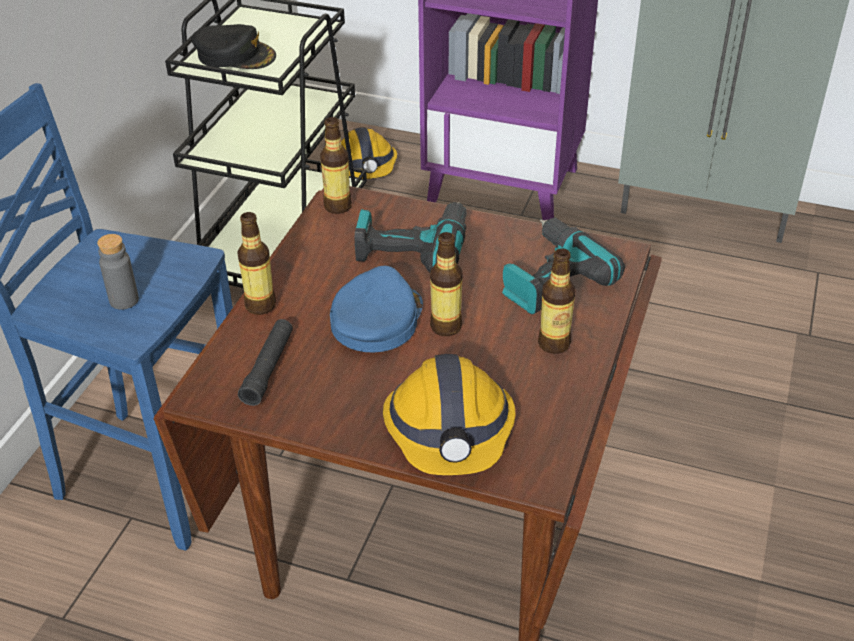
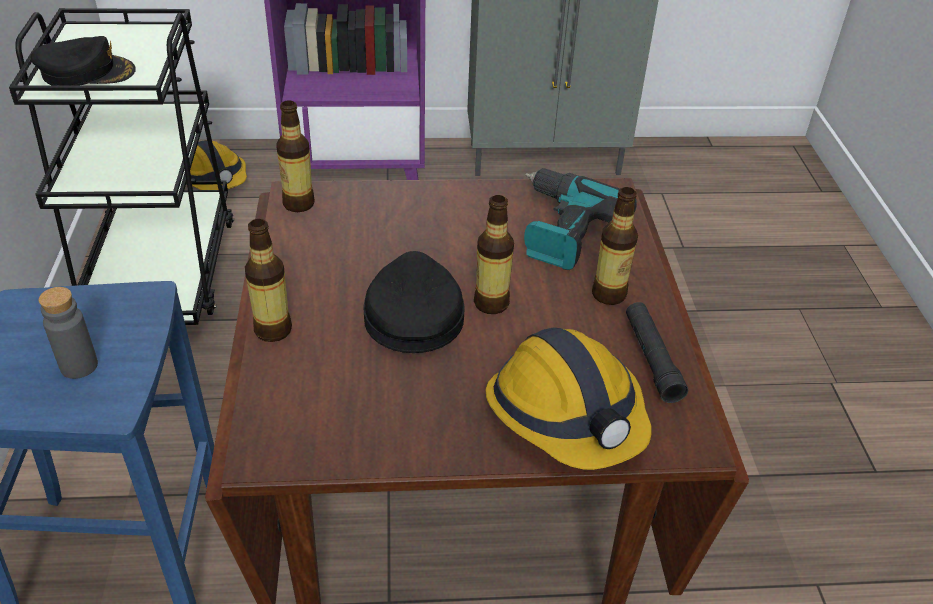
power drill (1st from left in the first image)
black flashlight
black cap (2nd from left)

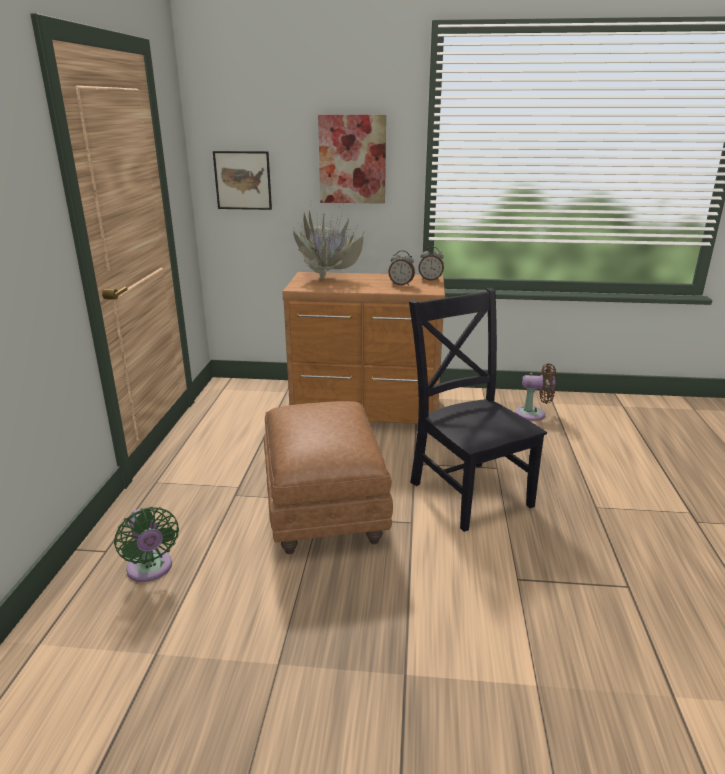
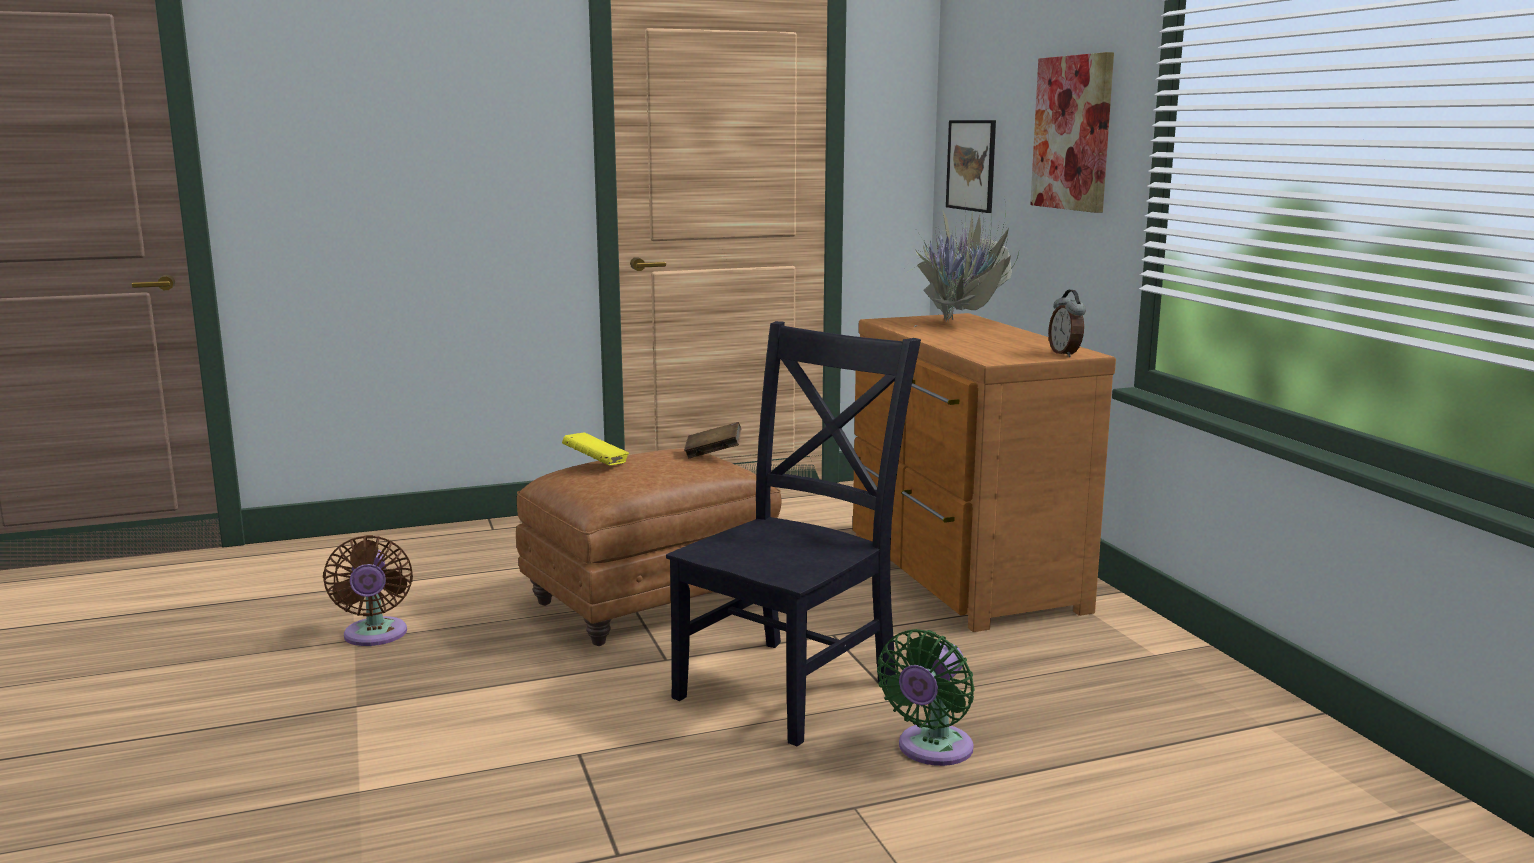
alarm clock (1st from left in the first image)
yellow book
brown book
green fan
brown fan

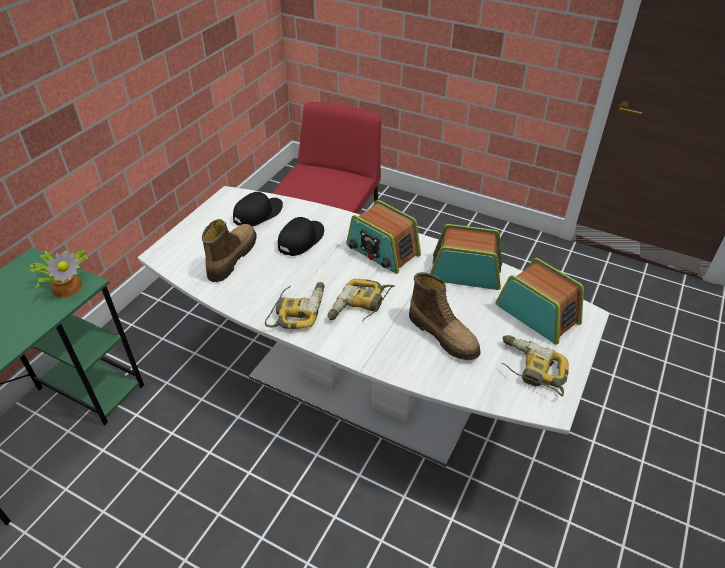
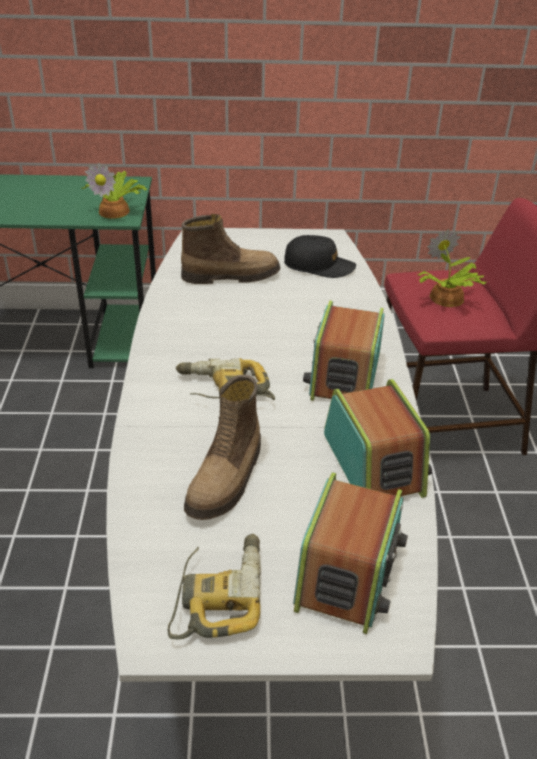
power drill (1st from left in the first image)
black cap (2nd from left in the first image)
potted plant (2nd from left)

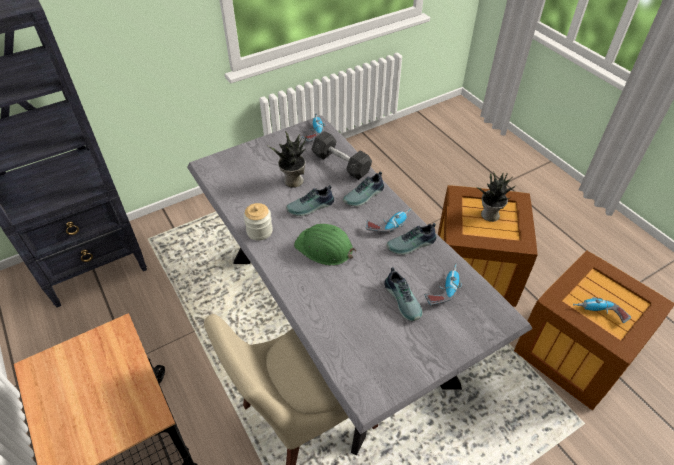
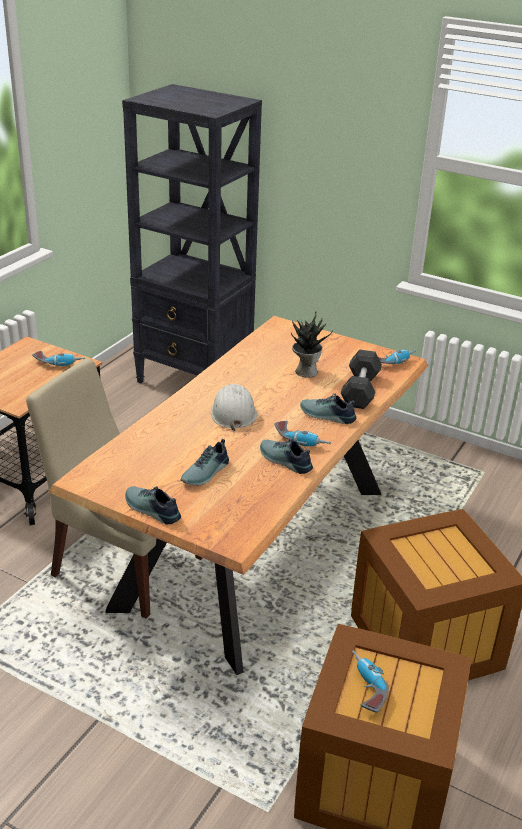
jar
potted plant (2nd from left in the first image)
shoe (1st from left)
power drill (1st from left)
brown dining table
white hard hat

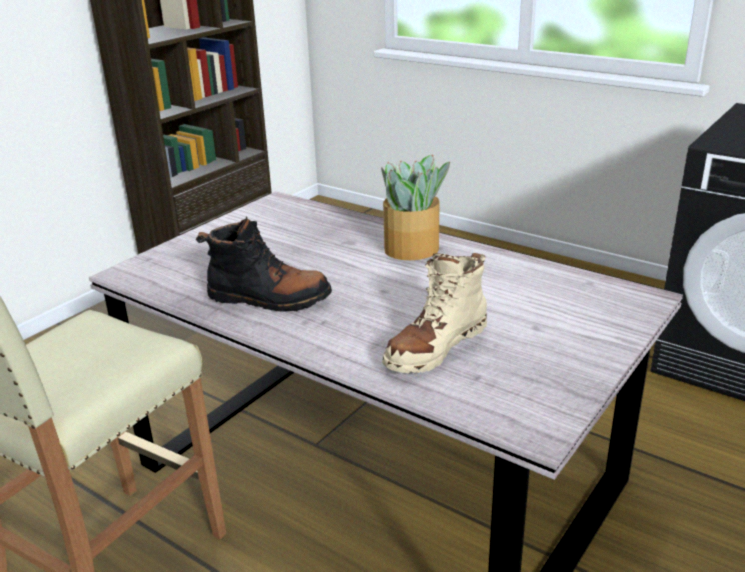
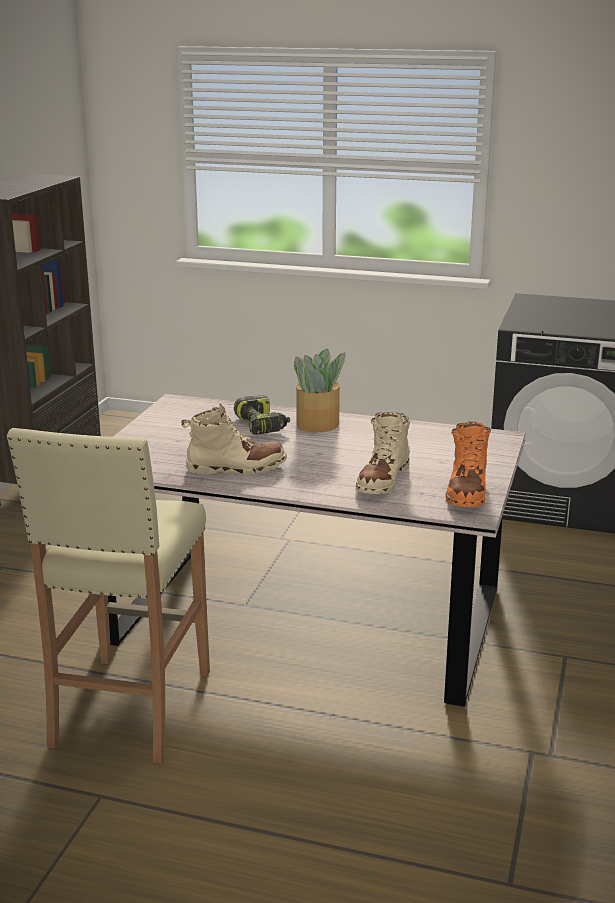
power drill
orange boot
beige boot (1st from left)

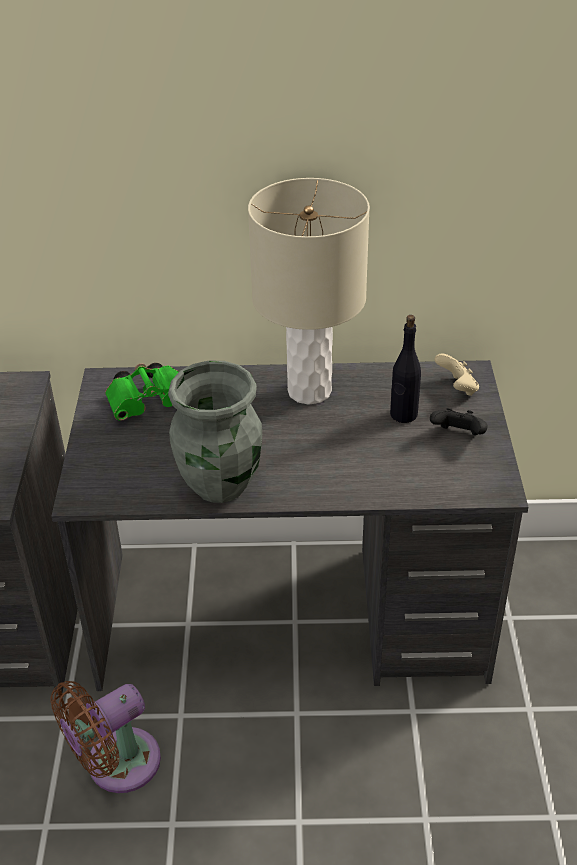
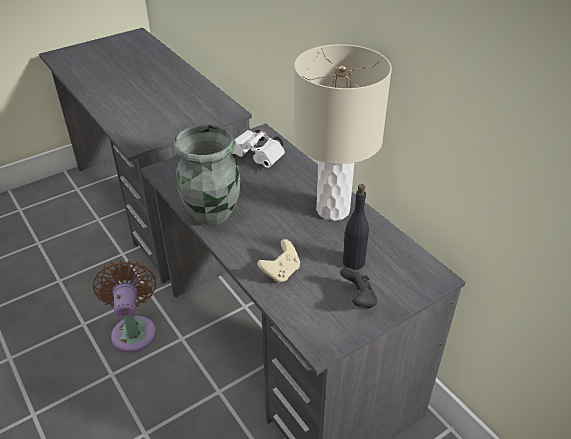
beige game controller
white binoculars
brown fan

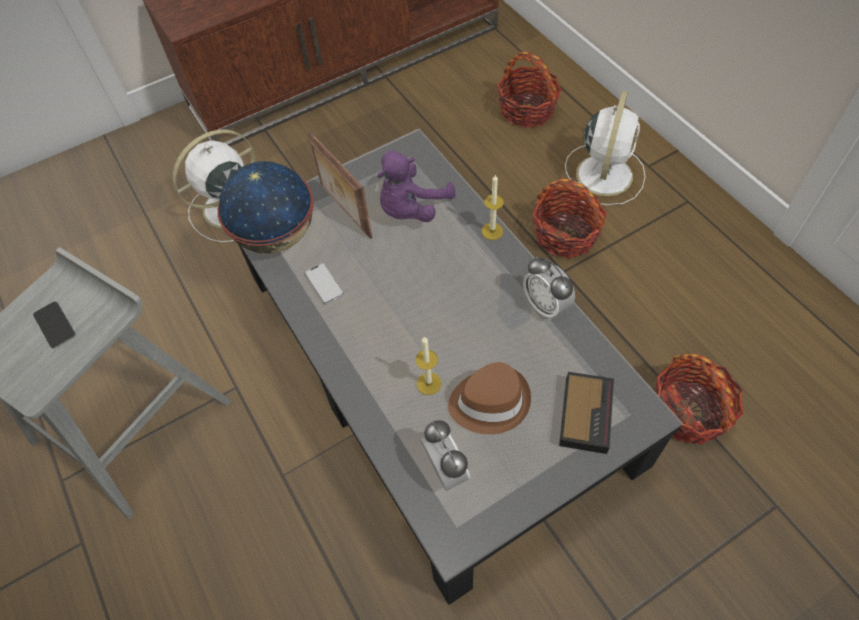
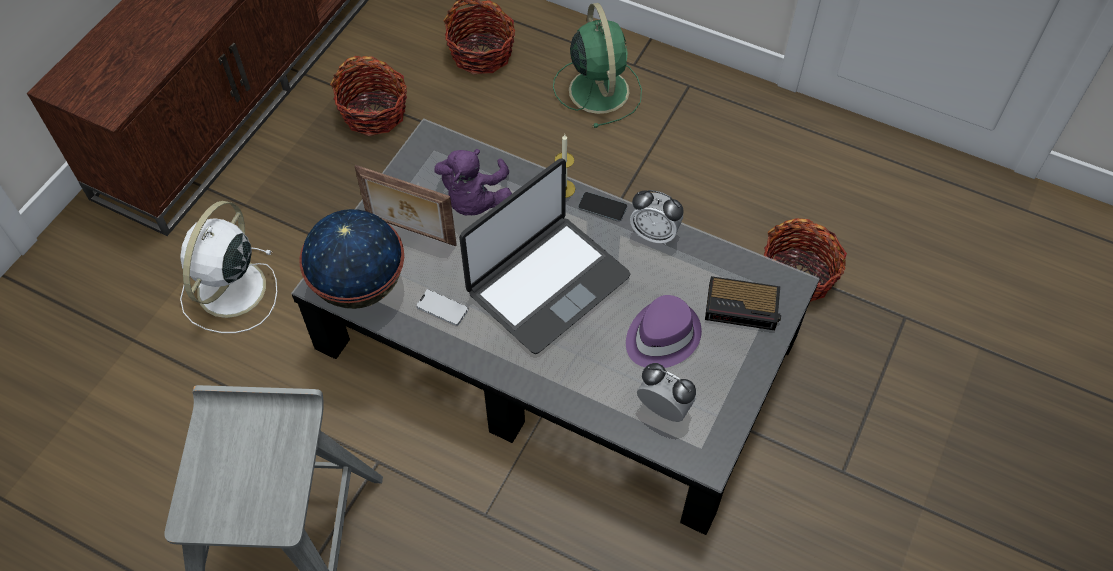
candle (1st from left in the first image)
laptop
phone (2nd from left)
basket (1st from left)
purple hat
green fan
alarm clock (3rd from left)

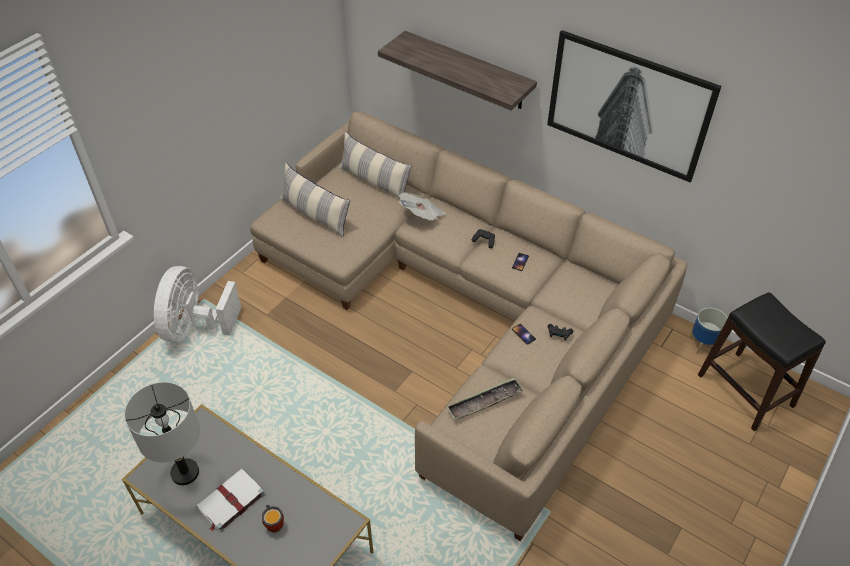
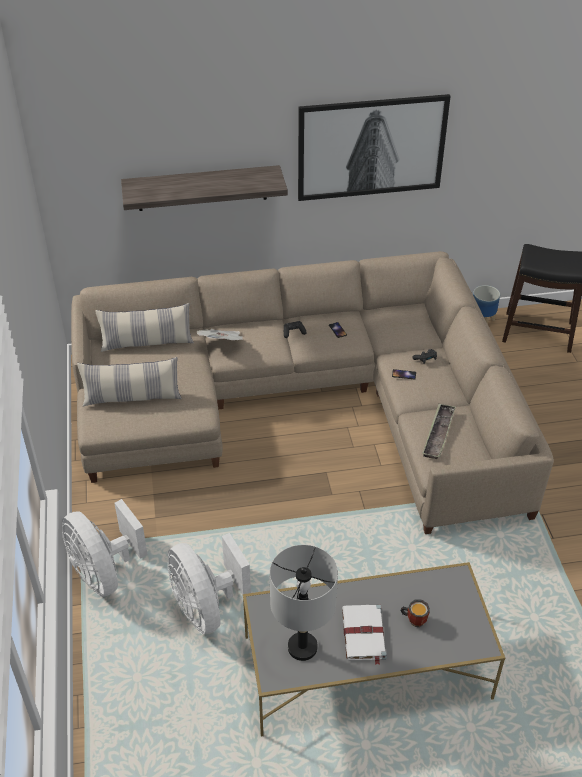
white fan (2nd from left)

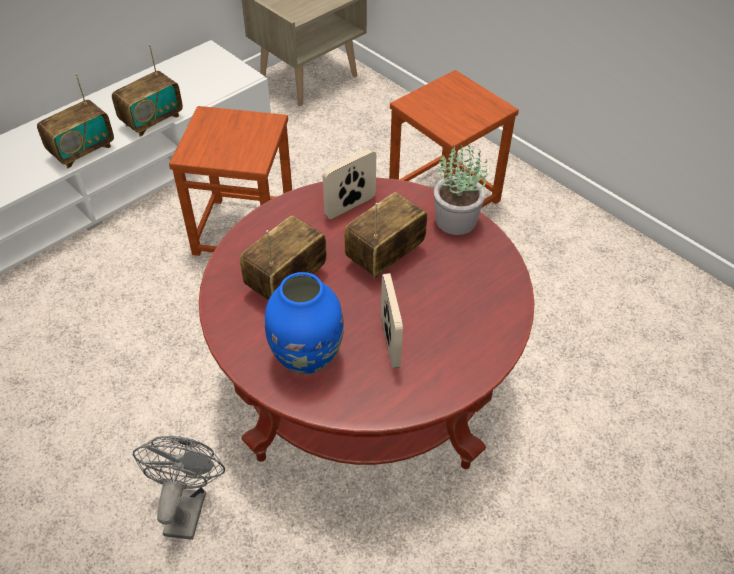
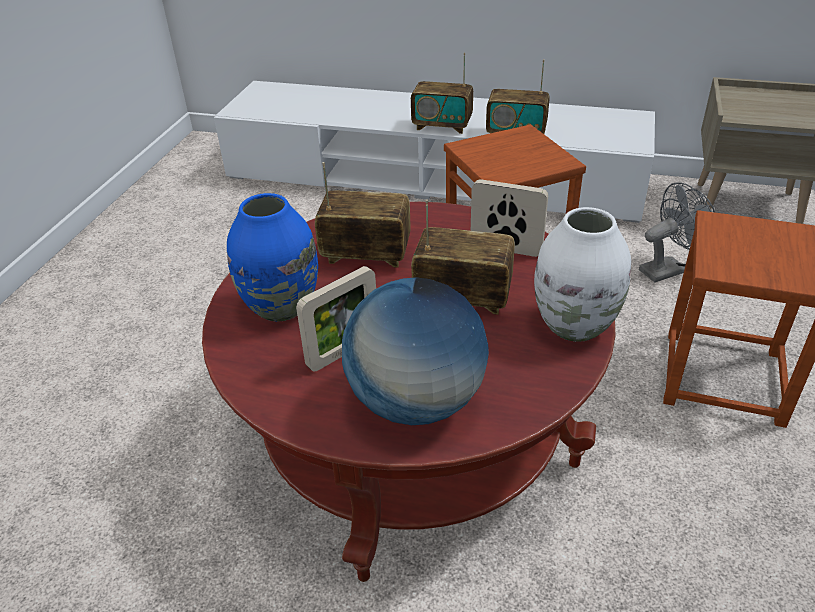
globe
grey fan
white vase

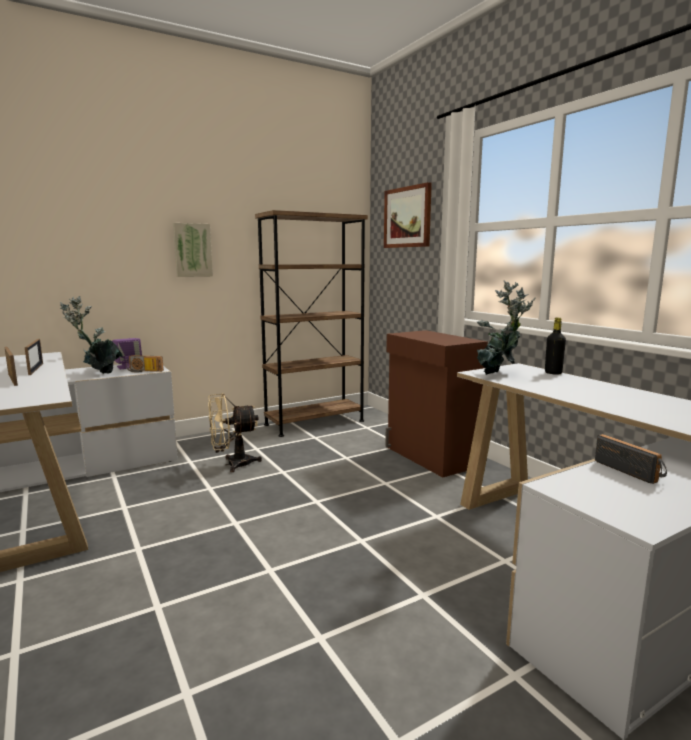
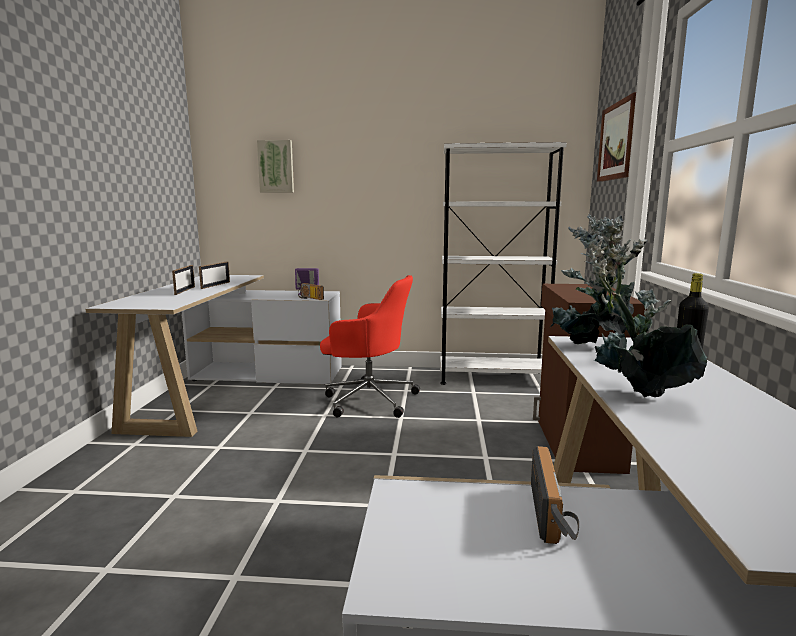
potted plant (2nd from left)
picture (1st from left)
red office chair
white bookcase

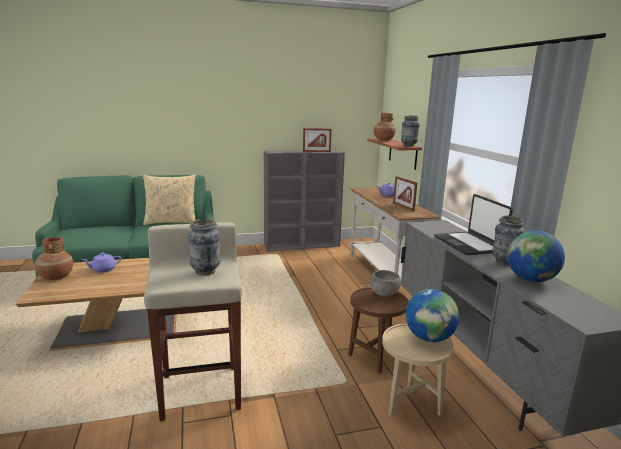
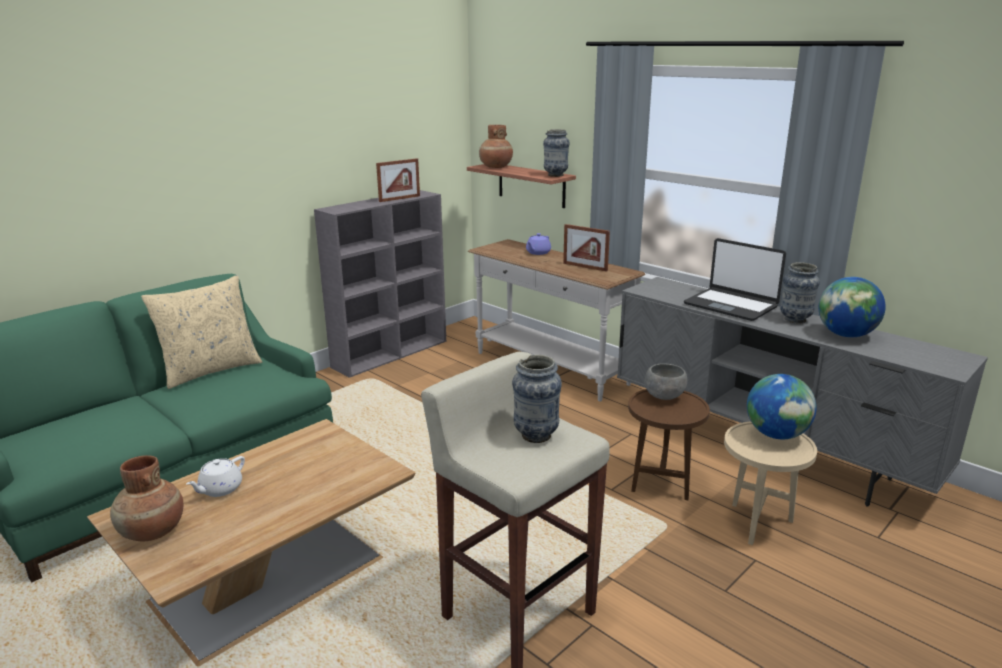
white teapot

